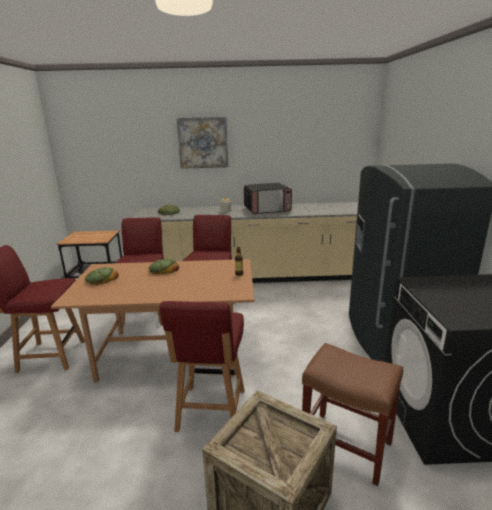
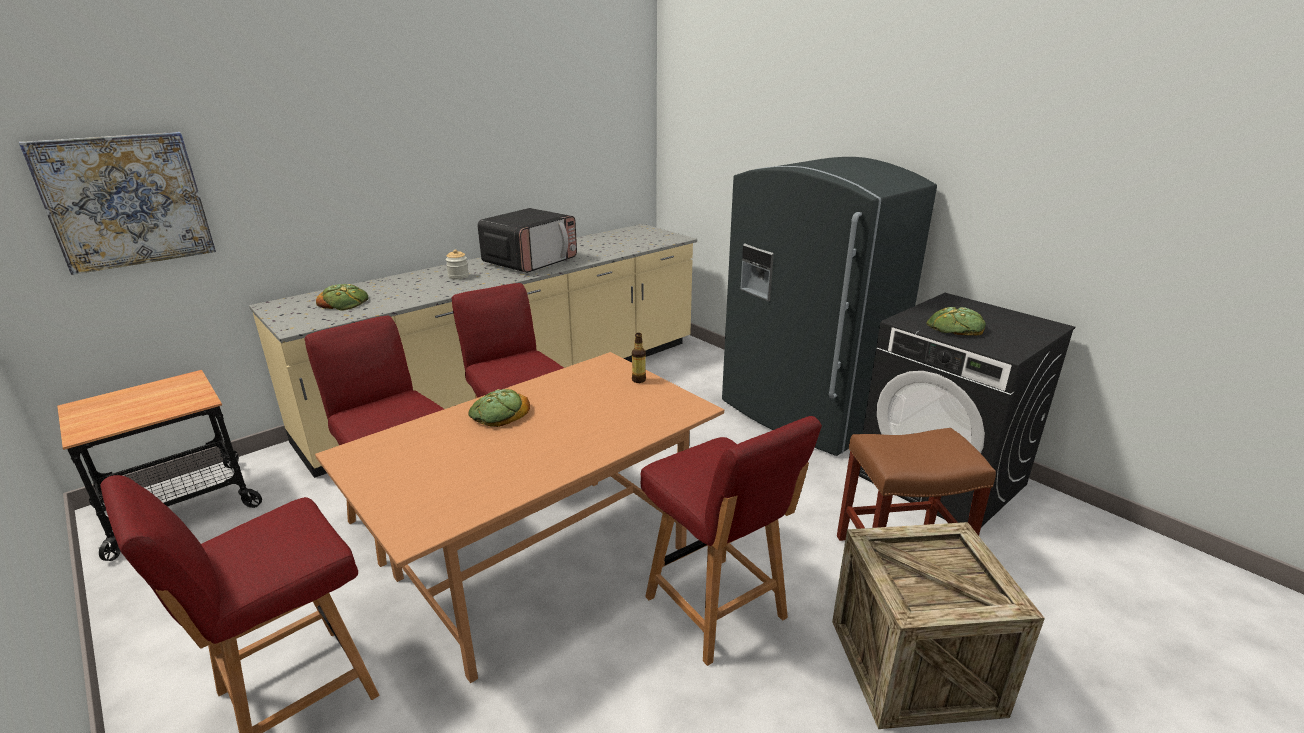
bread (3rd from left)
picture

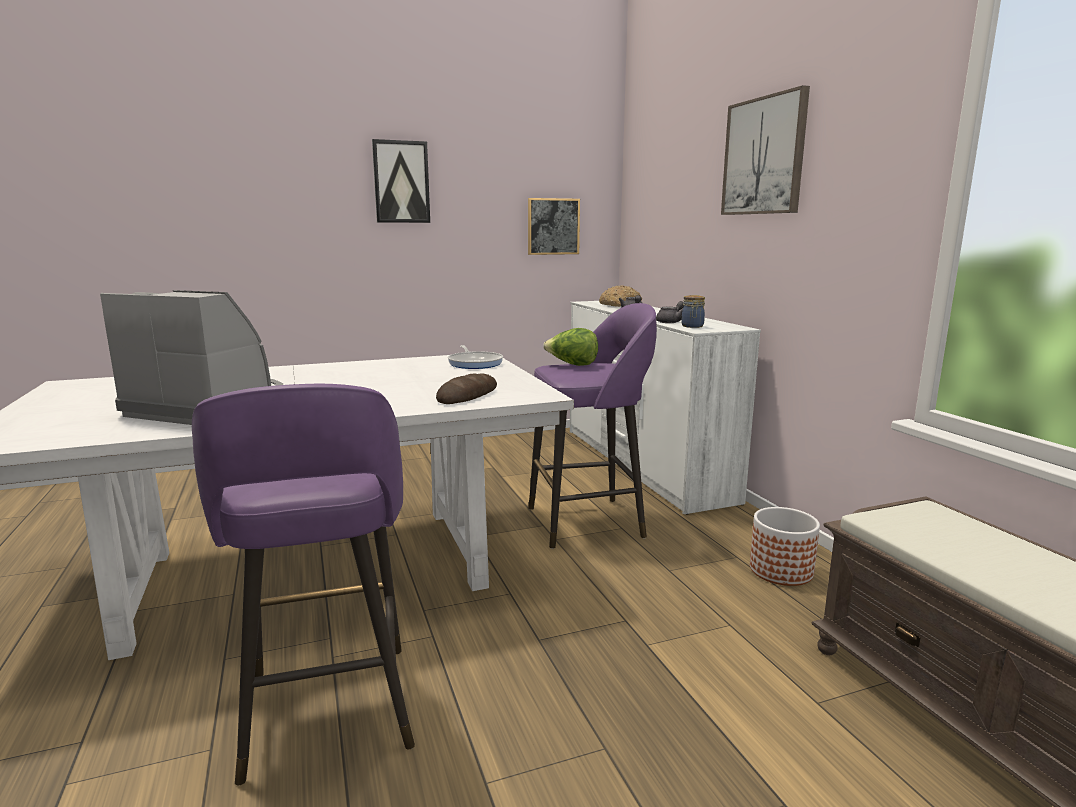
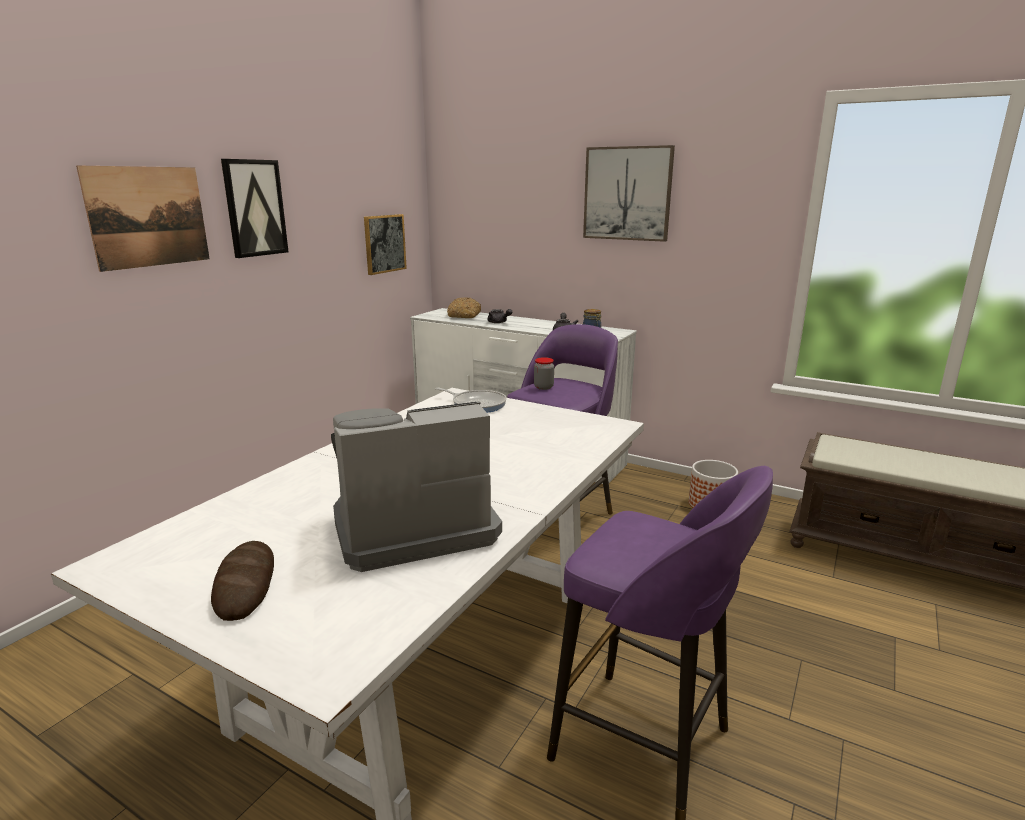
picture (1st from left)
bread (1st from left)
jar (1st from left)

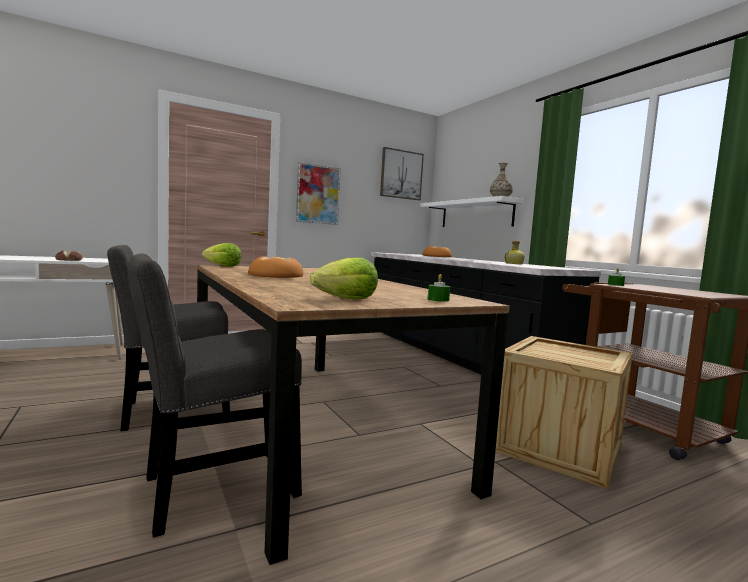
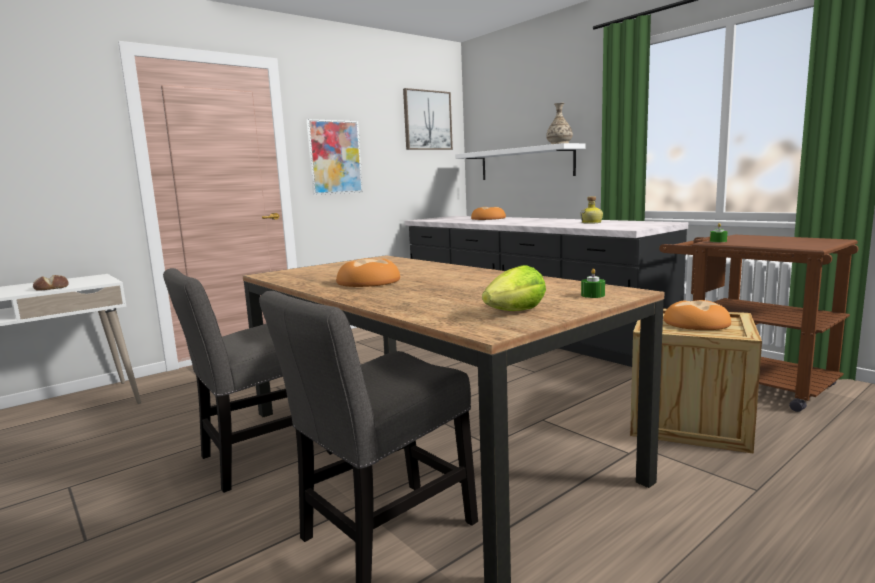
lettuce (1st from left in the first image)
bread (4th from left)

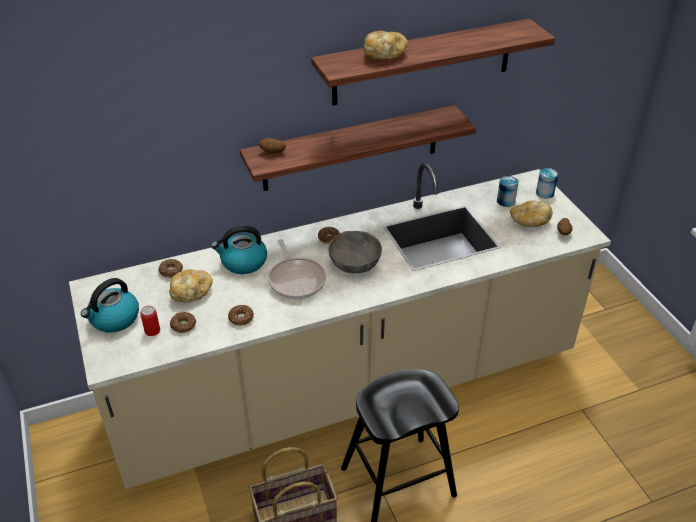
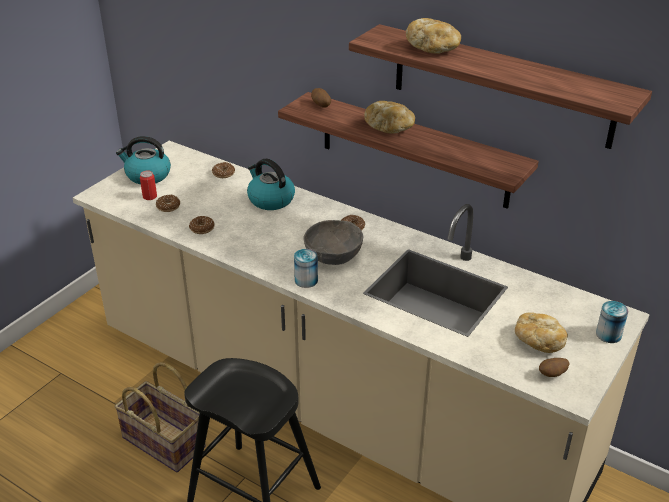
frying pan
bread (1st from left)
can (2nd from left)

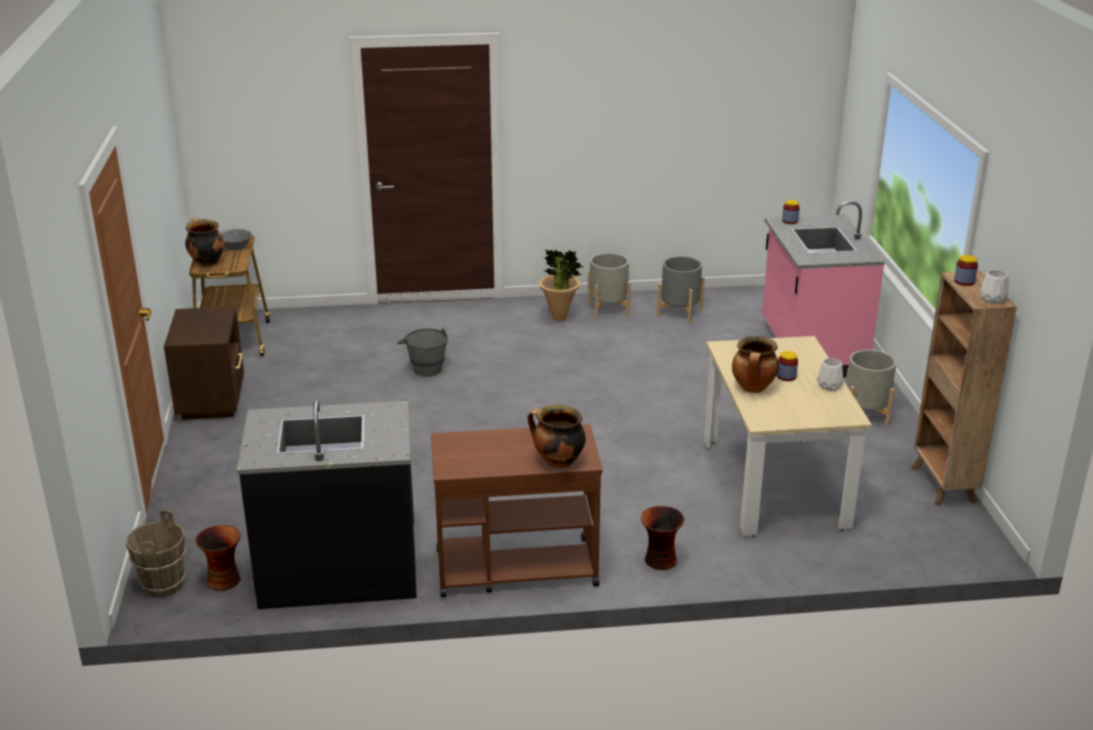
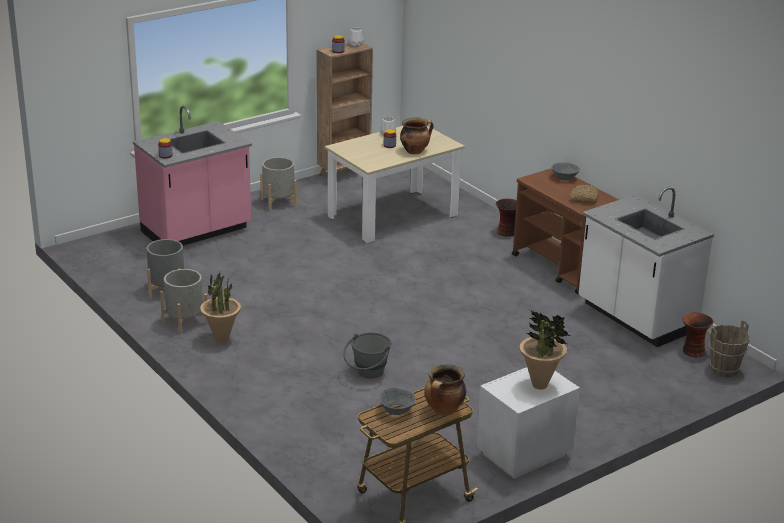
potted plant (2nd from left)
bread
grey bowl (2nd from left)
white nightstand
white counter

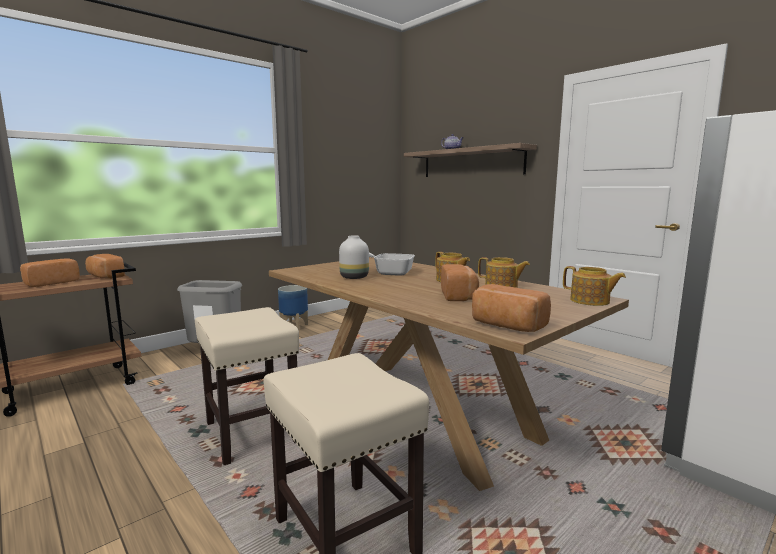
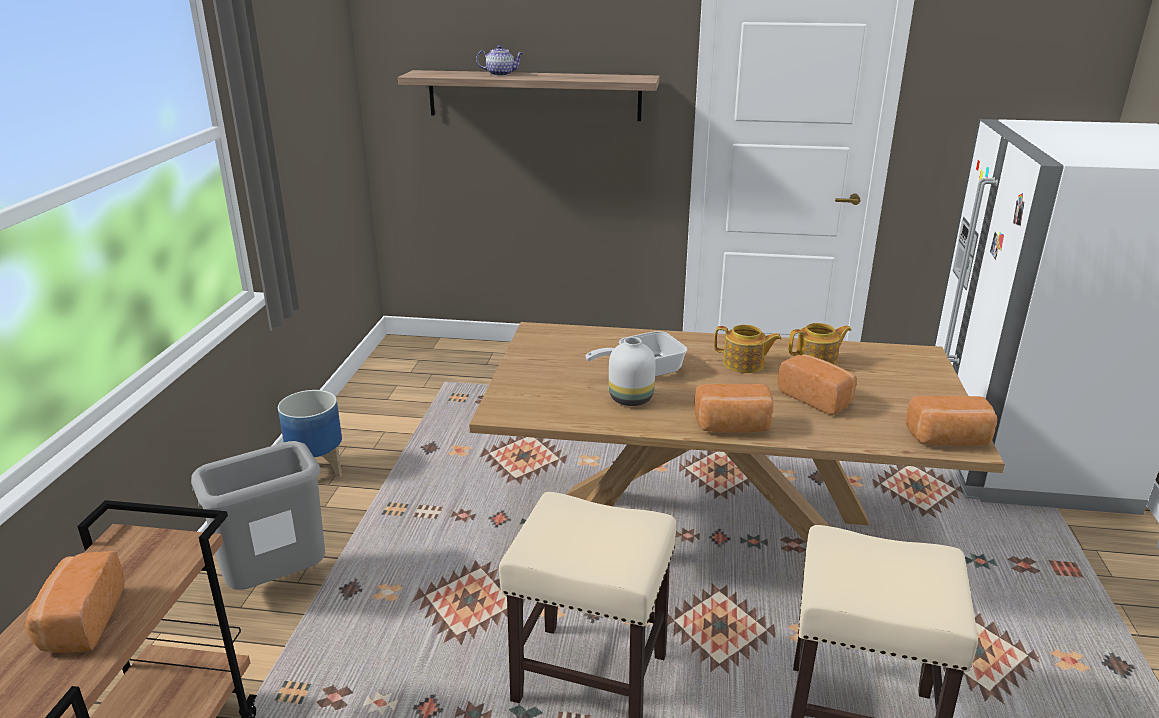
teapot (4th from left in the first image)
bread (2nd from left)

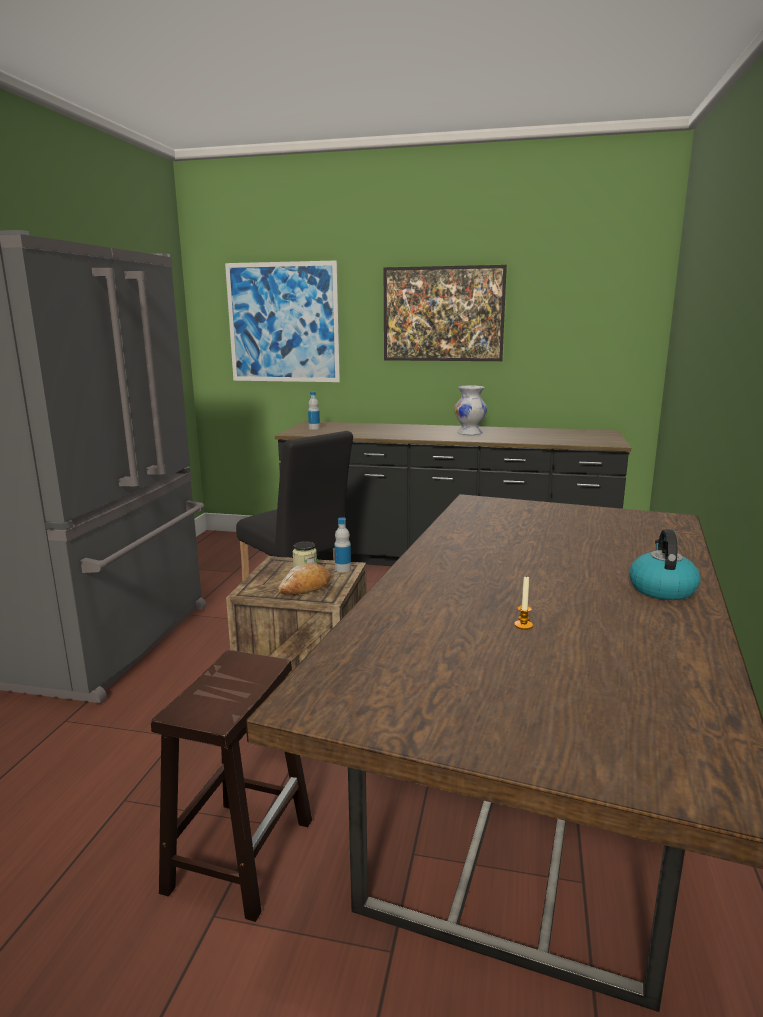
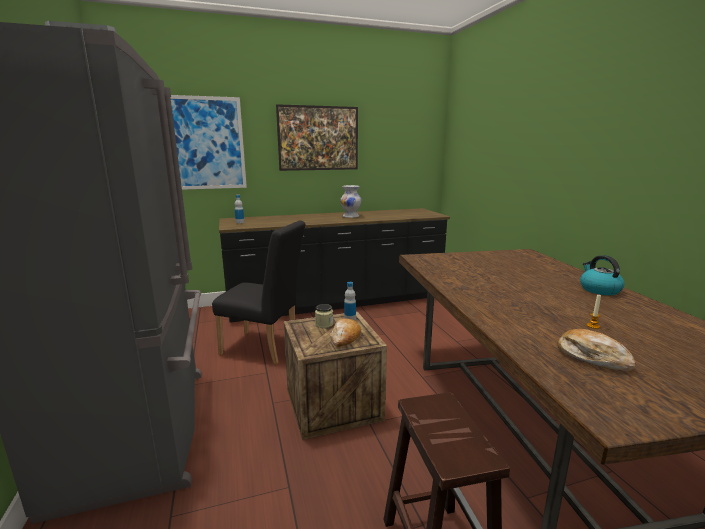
bread (2nd from left)

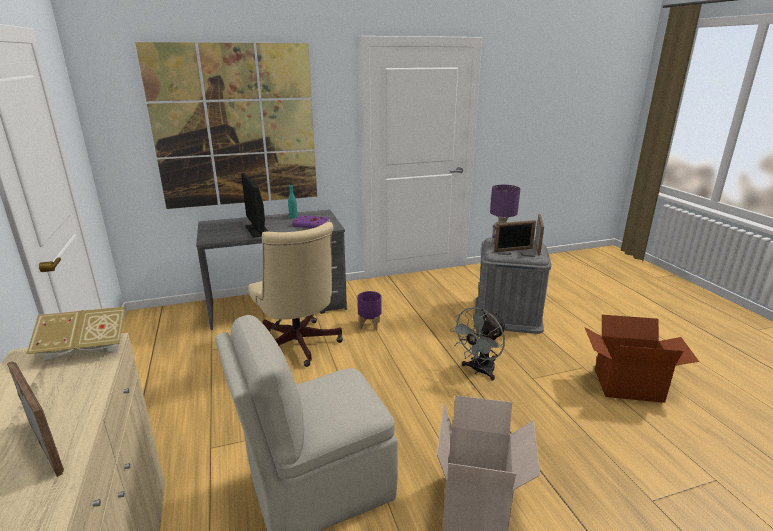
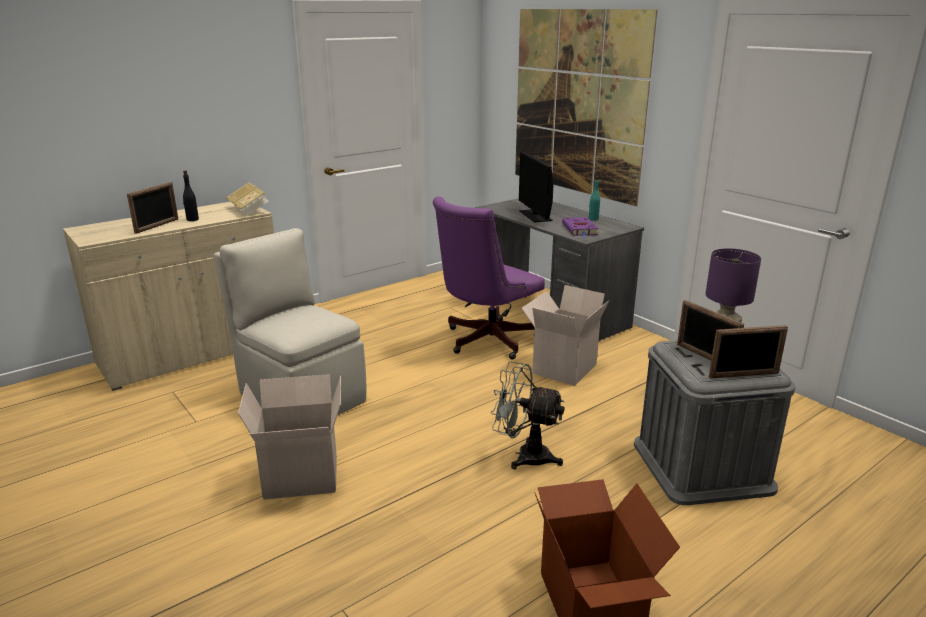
black bottle
cardboard box (2nd from left)
purple office chair
monitor

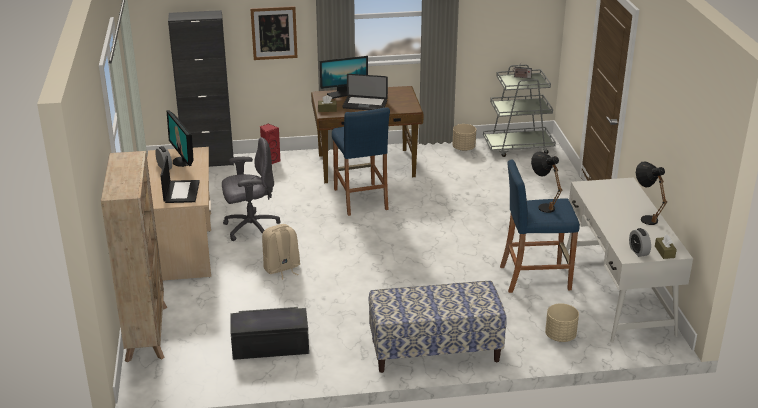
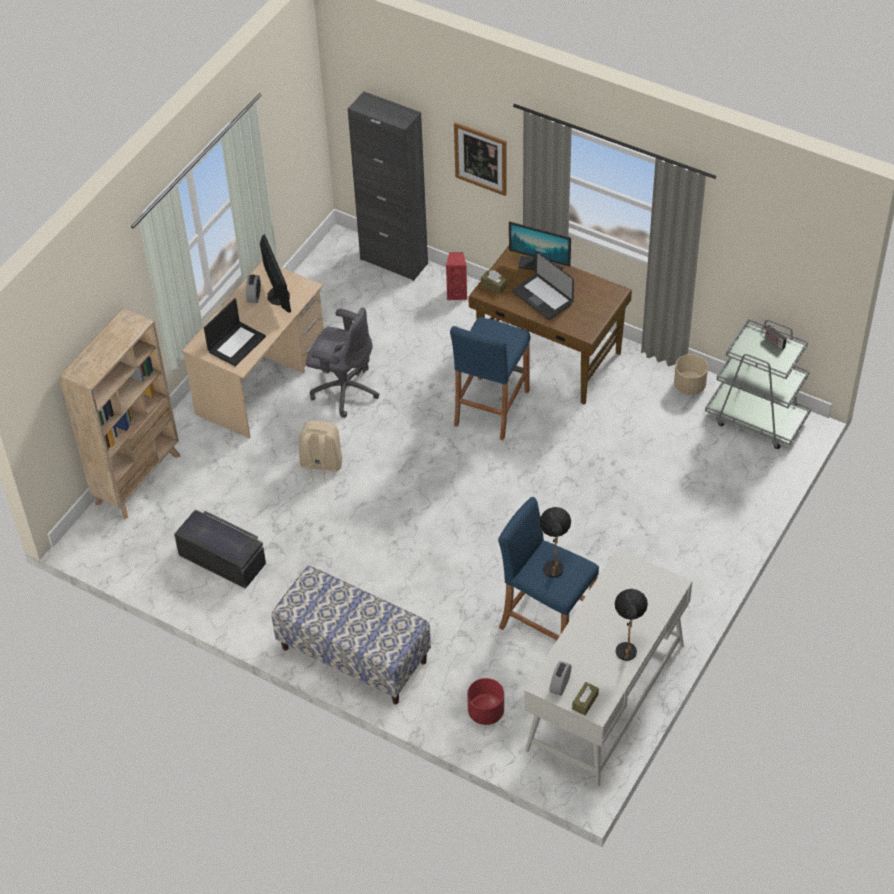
red planter
monitor (1st from left)

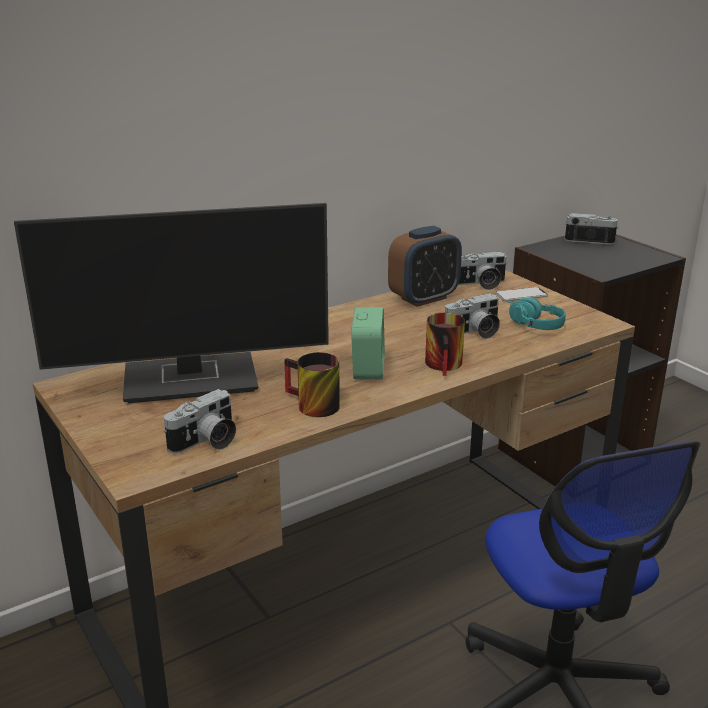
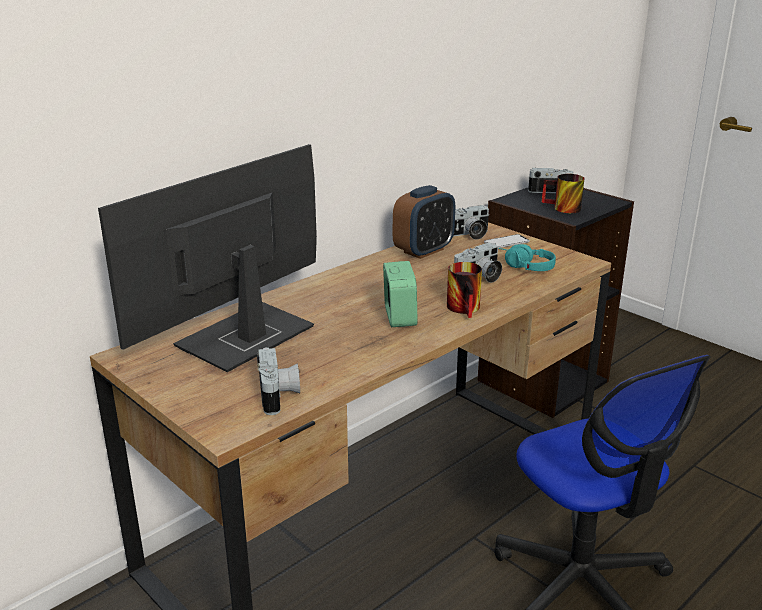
mug (2nd from left)
monitor
photo camera (1st from left)

